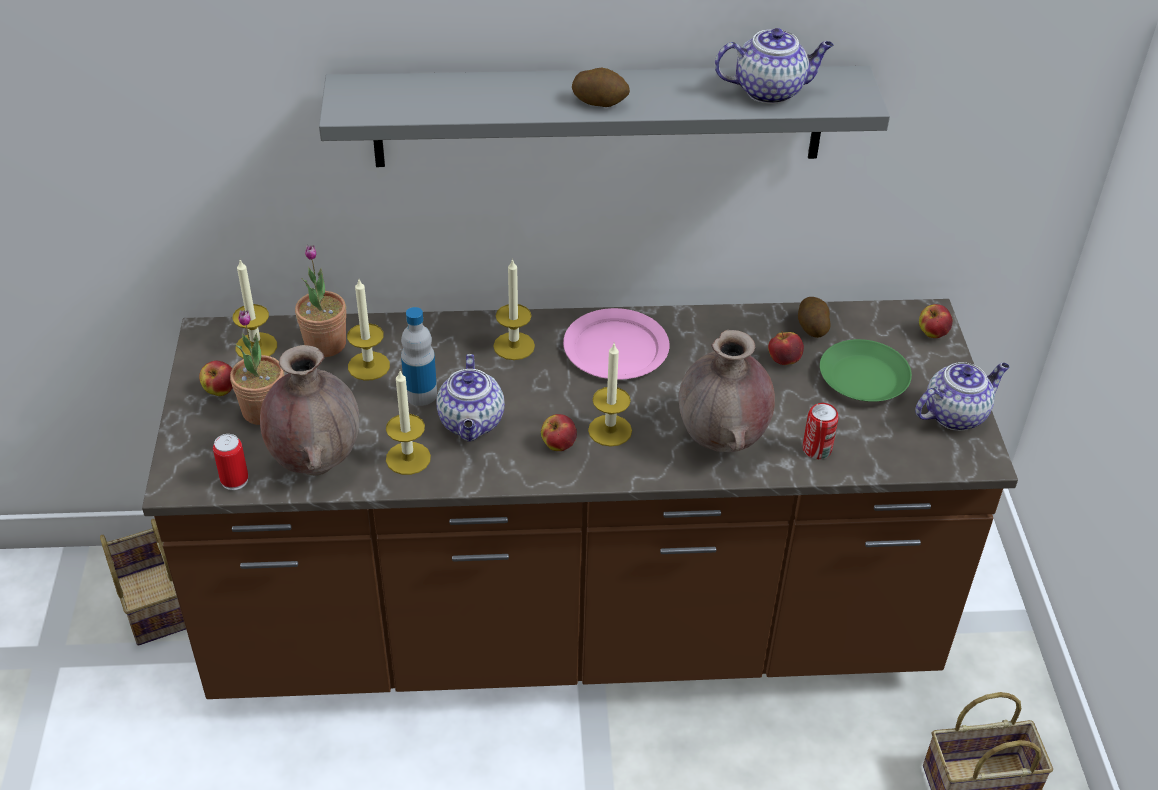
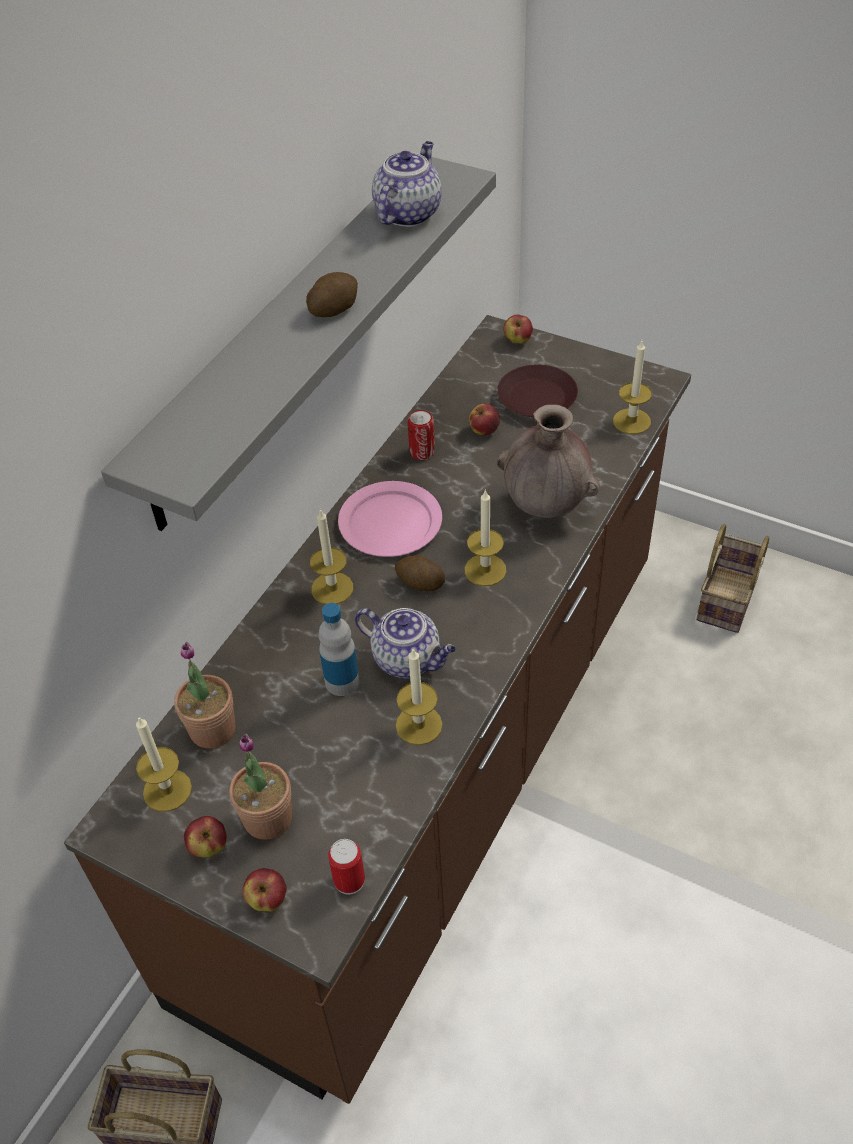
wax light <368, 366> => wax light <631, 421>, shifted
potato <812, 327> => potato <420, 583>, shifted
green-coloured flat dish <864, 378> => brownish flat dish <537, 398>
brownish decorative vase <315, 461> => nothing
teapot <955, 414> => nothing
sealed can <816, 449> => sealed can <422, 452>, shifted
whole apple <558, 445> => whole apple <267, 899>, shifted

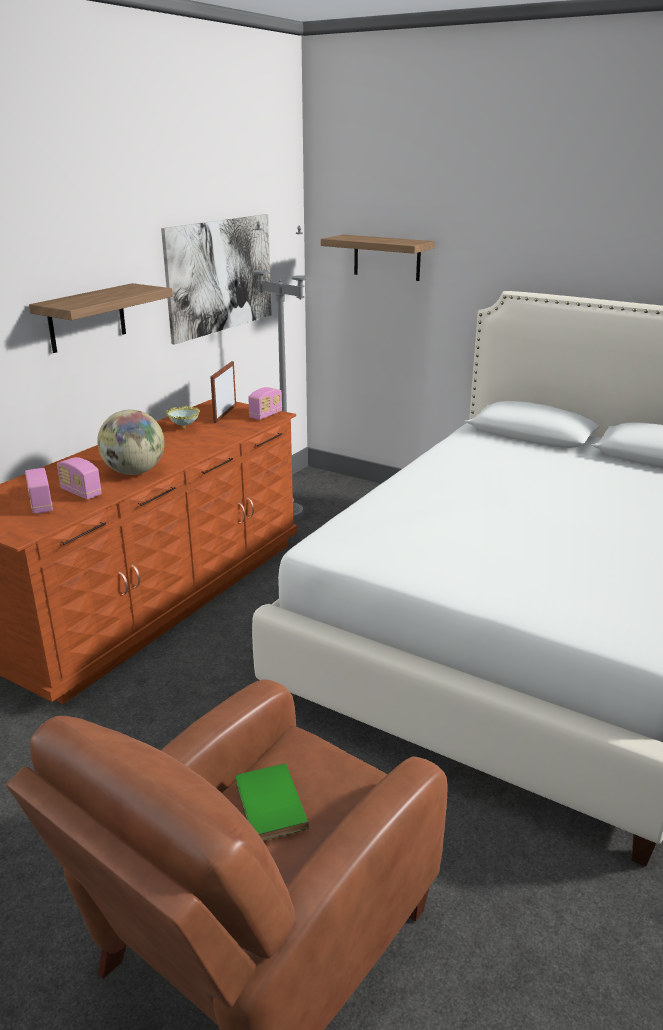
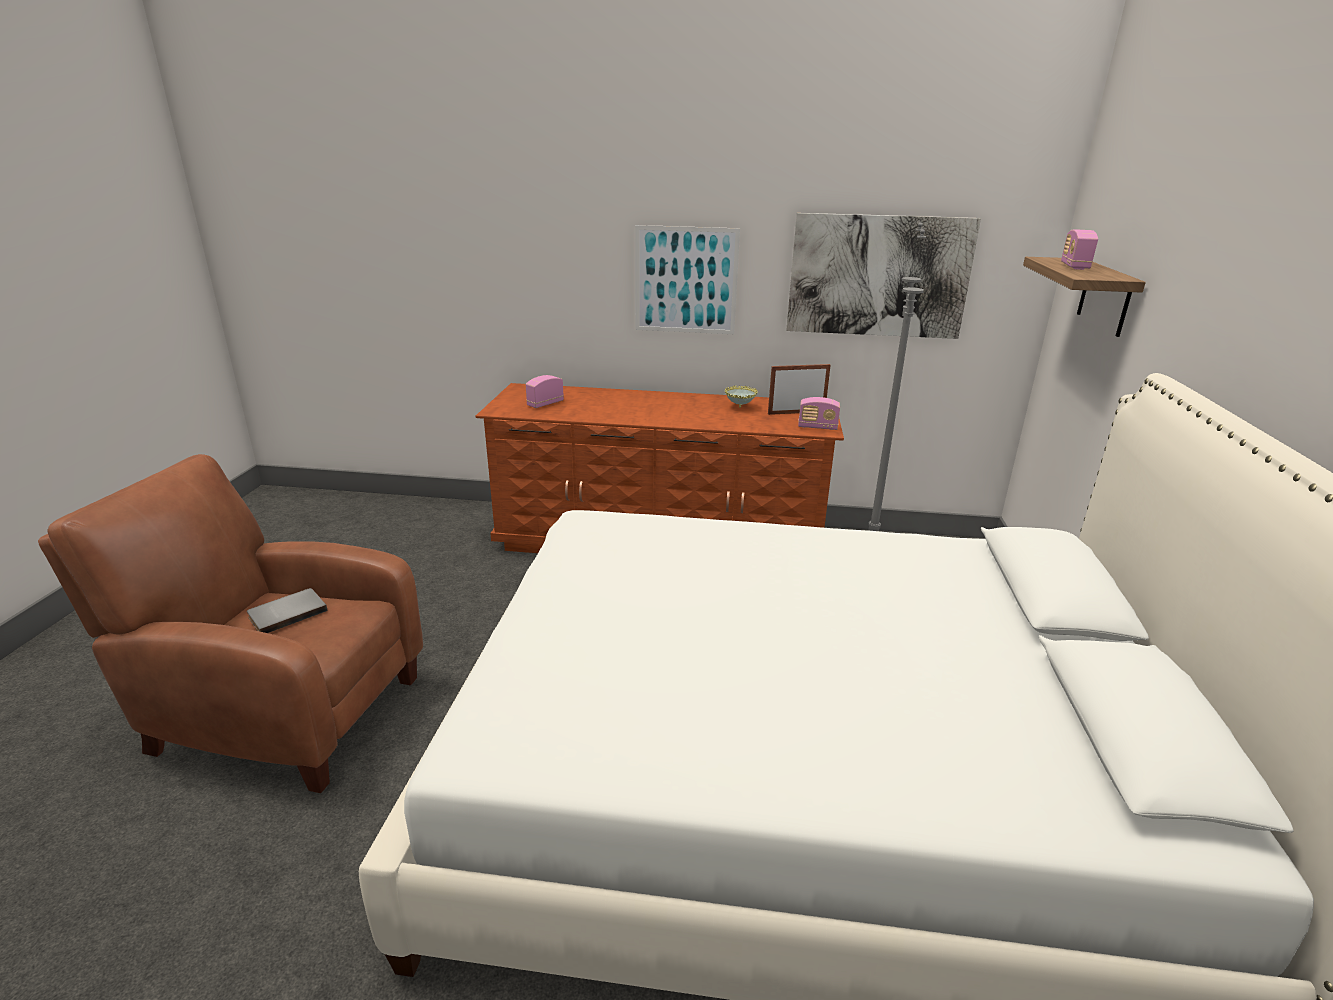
bracket shelf <87, 318> => picture <685, 280>
desk globe <134, 472> => nothing
radio set <81, 493> => radio set <1074, 266>, shifted
green-coloured volume <267, 805> => grey volume <287, 612>

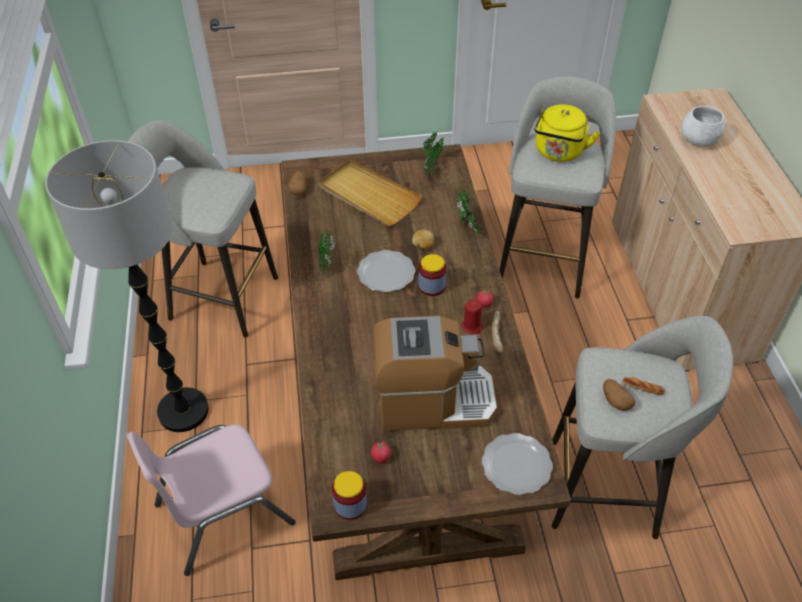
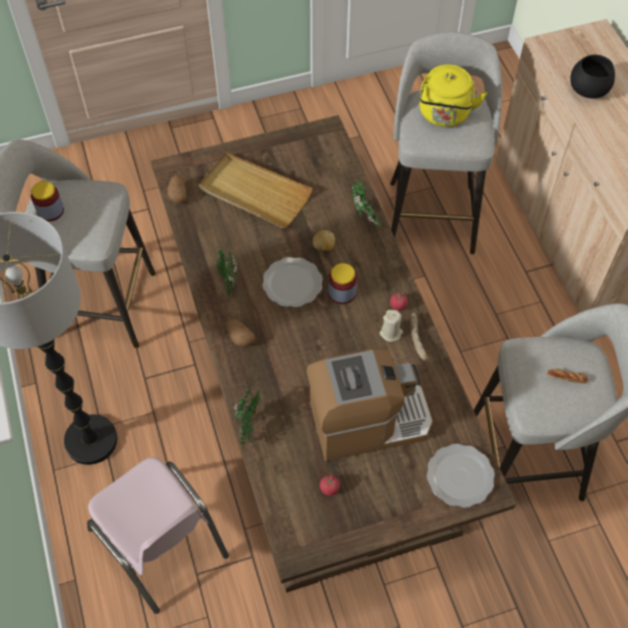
white bowl <698, 140> => black-coloured bowl <588, 90>
houseplant <430, 169> => houseplant <247, 427>, shifted
red wax light <472, 326> => sand-coloured wax light <391, 333>
potato <615, 401> => potato <239, 337>, shifted
pink upright chair <223, 512> => pink upright chair <159, 542>, 90 degrees counterclockwise
storage jar <350, 504> => storage jar <50, 211>, shifted

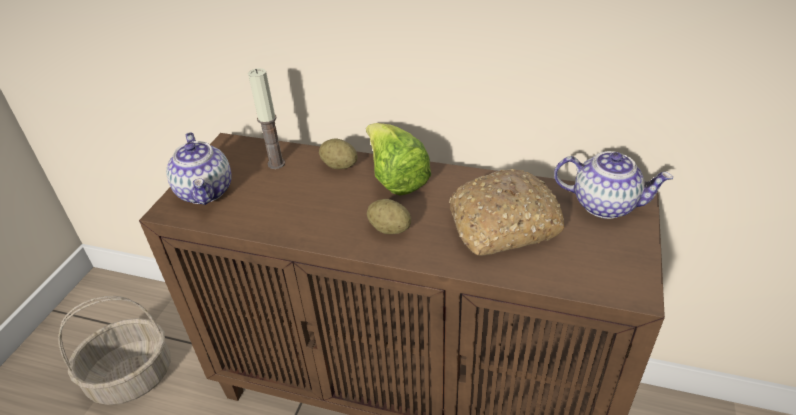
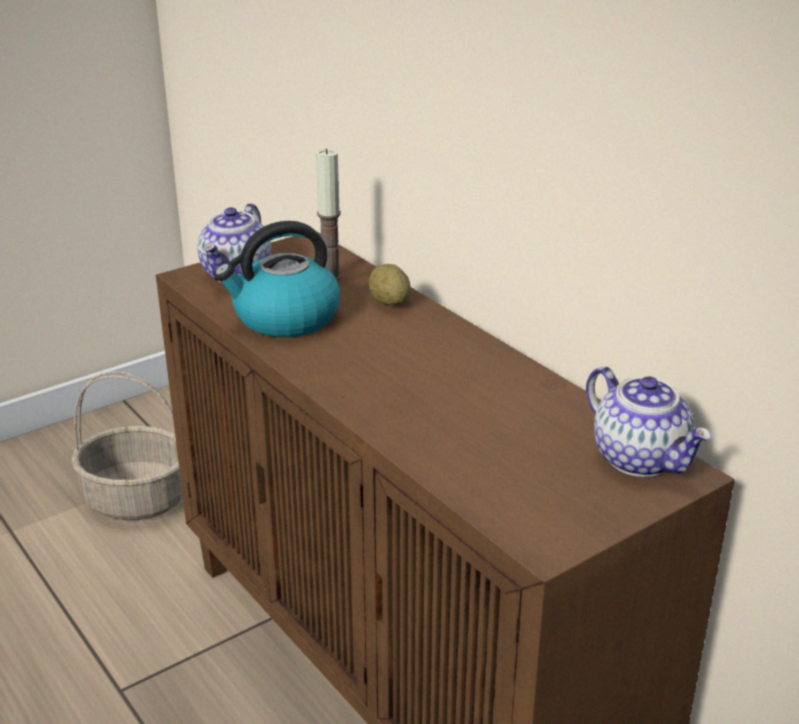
lettuce <395, 178> => nothing
bakery bread <502, 225> => nothing
potato <389, 229> => nothing
nothing => water kettle <285, 318>

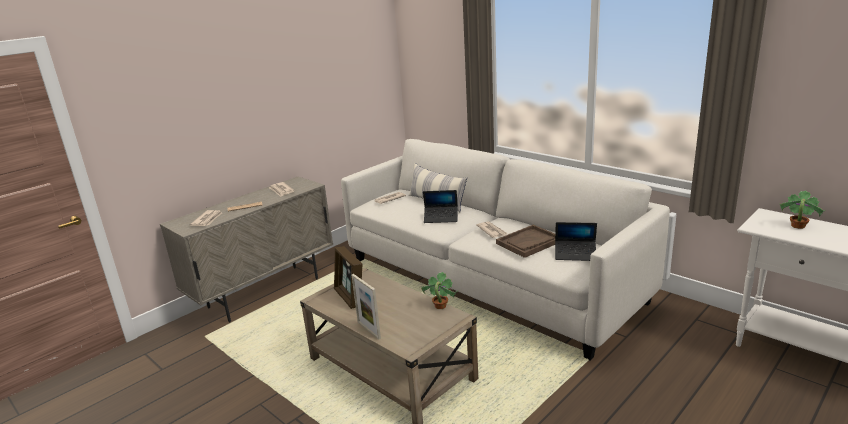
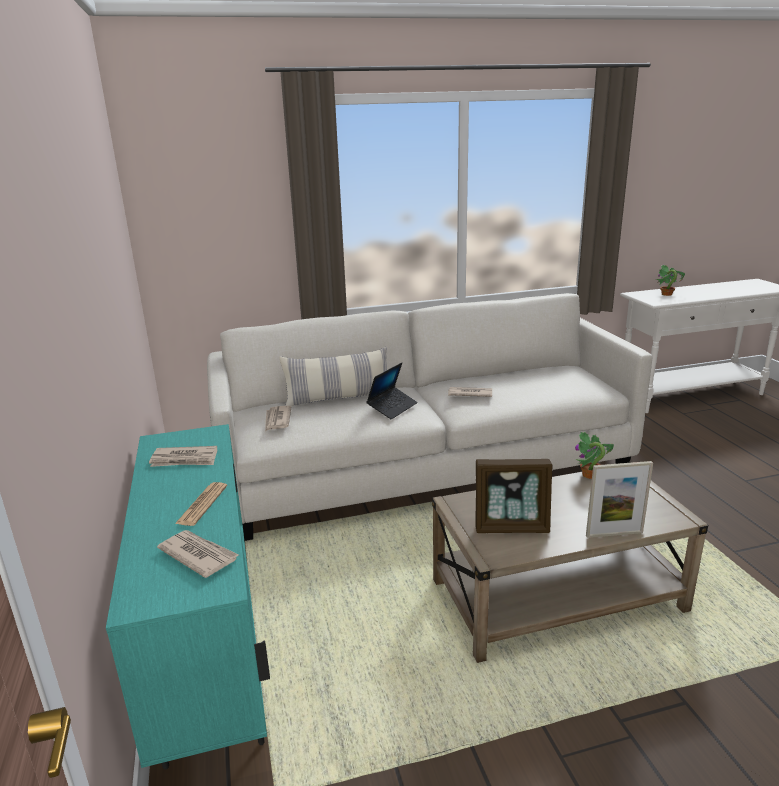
sand-coloured cupboard <265, 292> => turquoise-coloured cupboard <212, 667>
portable computer <575, 254> => nothing
brownish tray <529, 242> => nothing

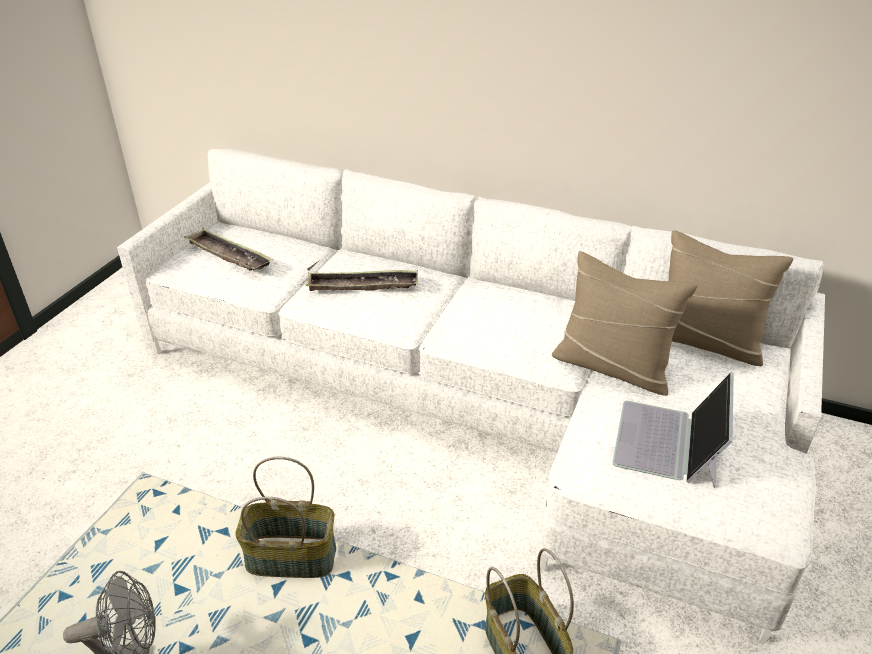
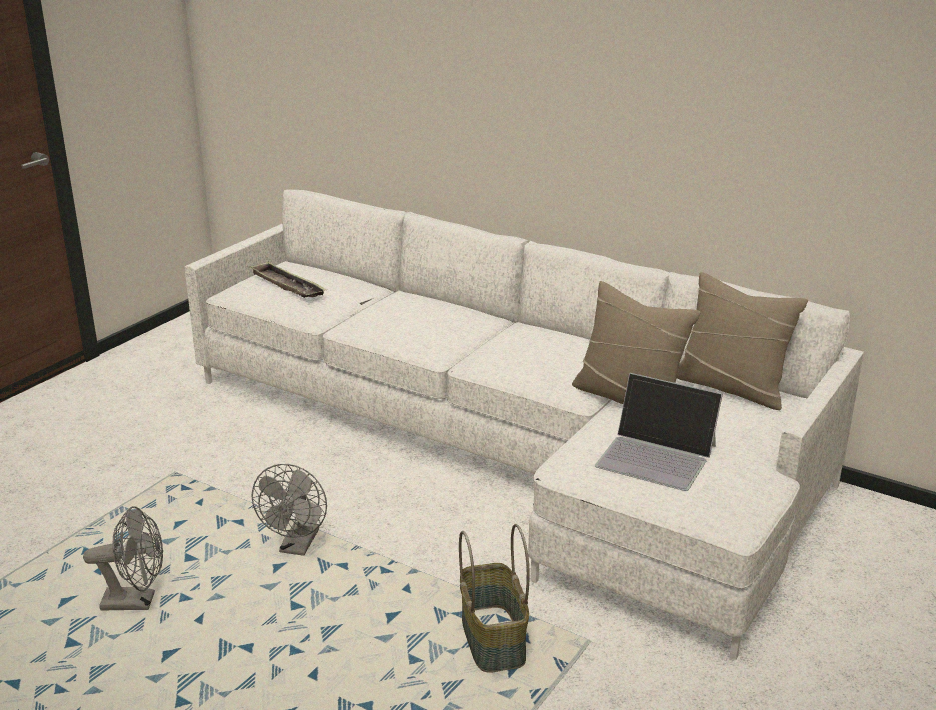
tray <362, 286> => nothing
portable computer <669, 443> => portable computer <657, 455>, 90 degrees counterclockwise
storage basket <292, 556> => grey electric fan <297, 546>

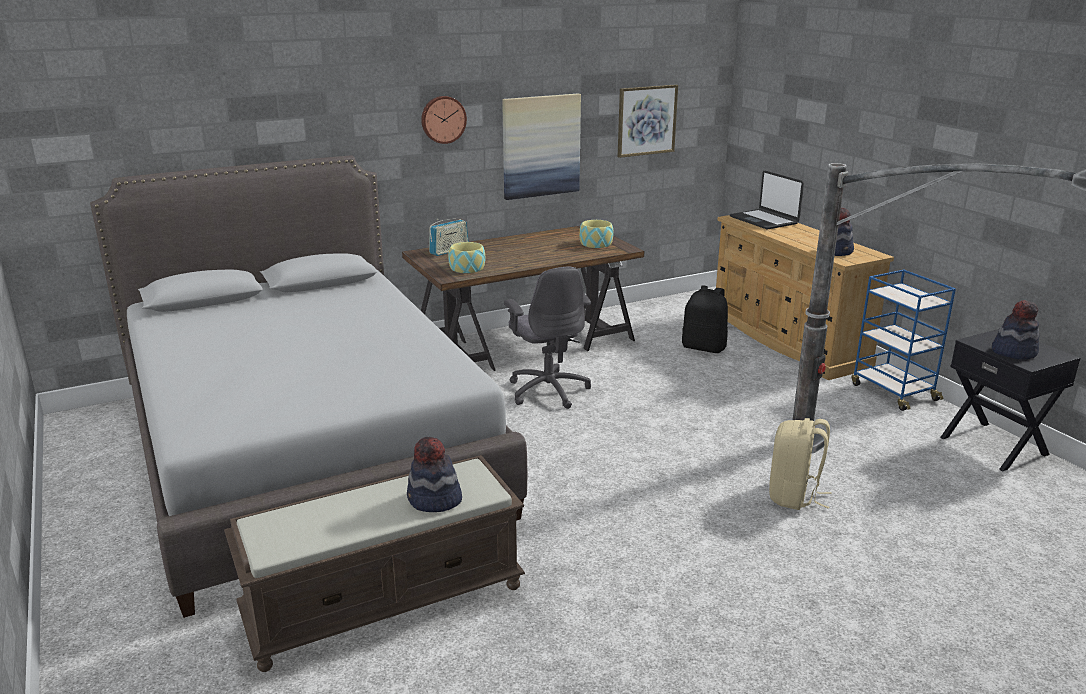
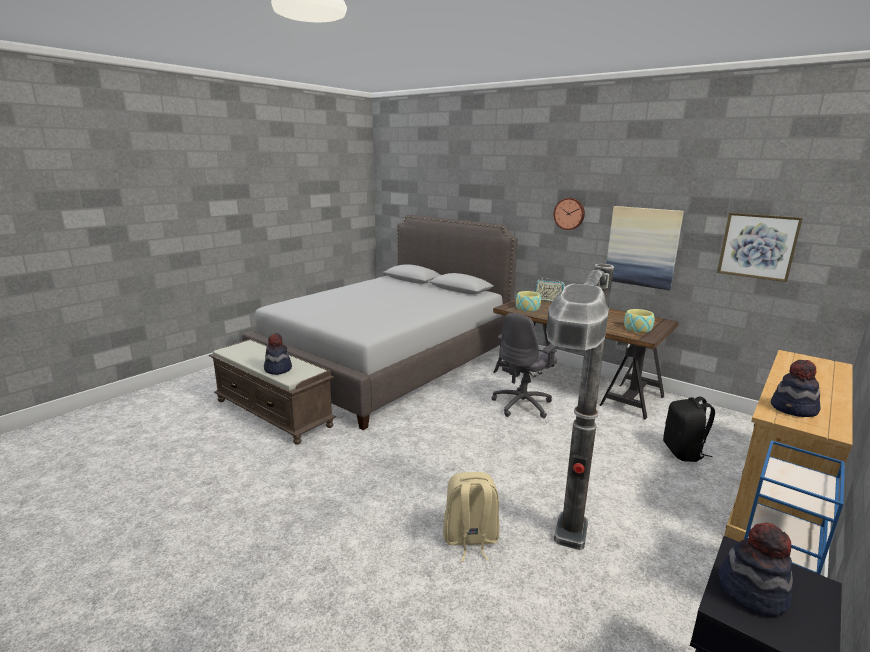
portable computer <764, 220> => nothing

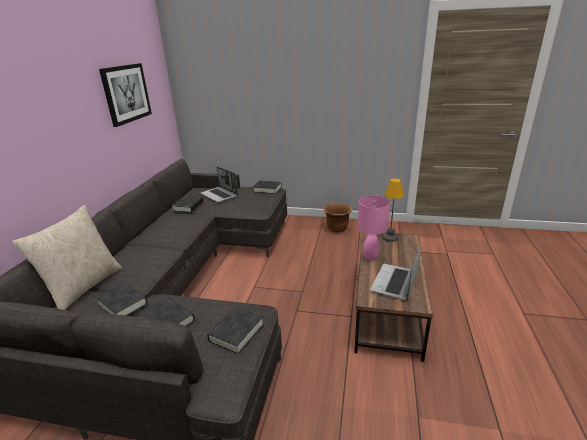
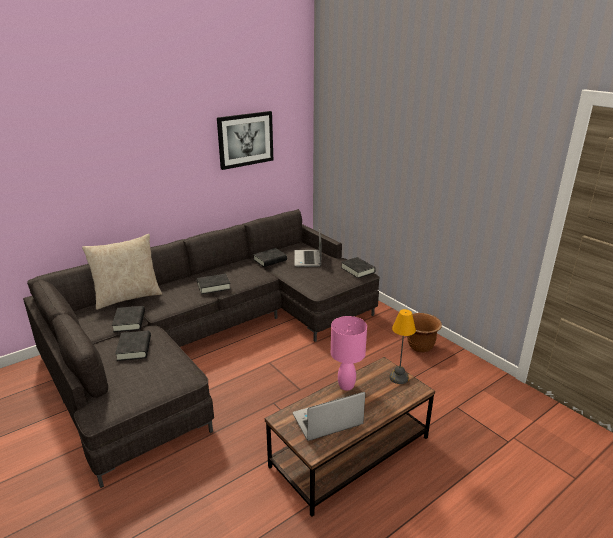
black-coloured volume <236, 332> => black-coloured volume <213, 286>, shifted

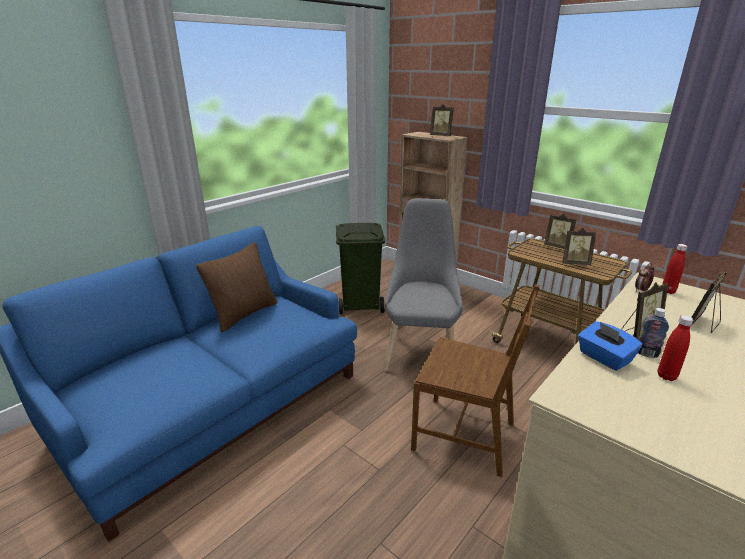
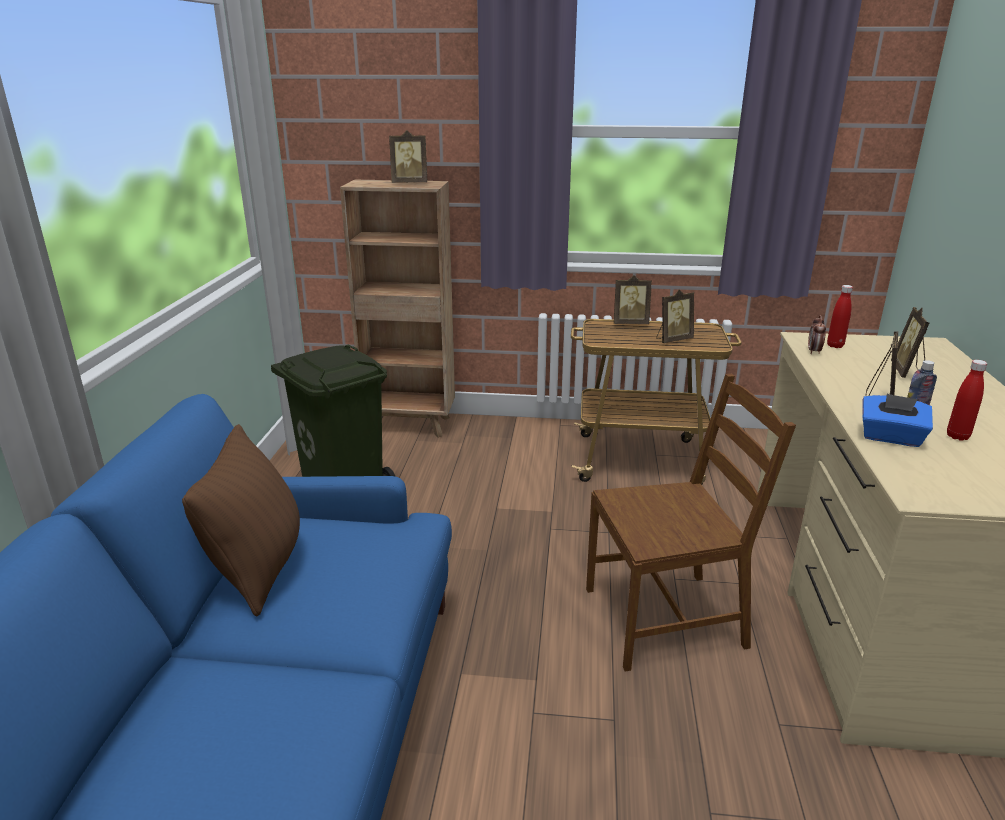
grey upright chair <420, 350> => nothing

